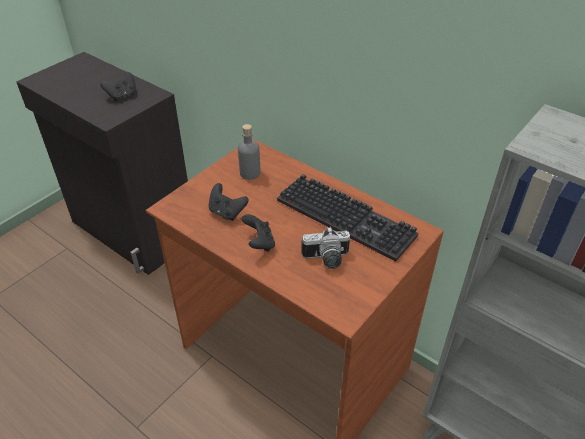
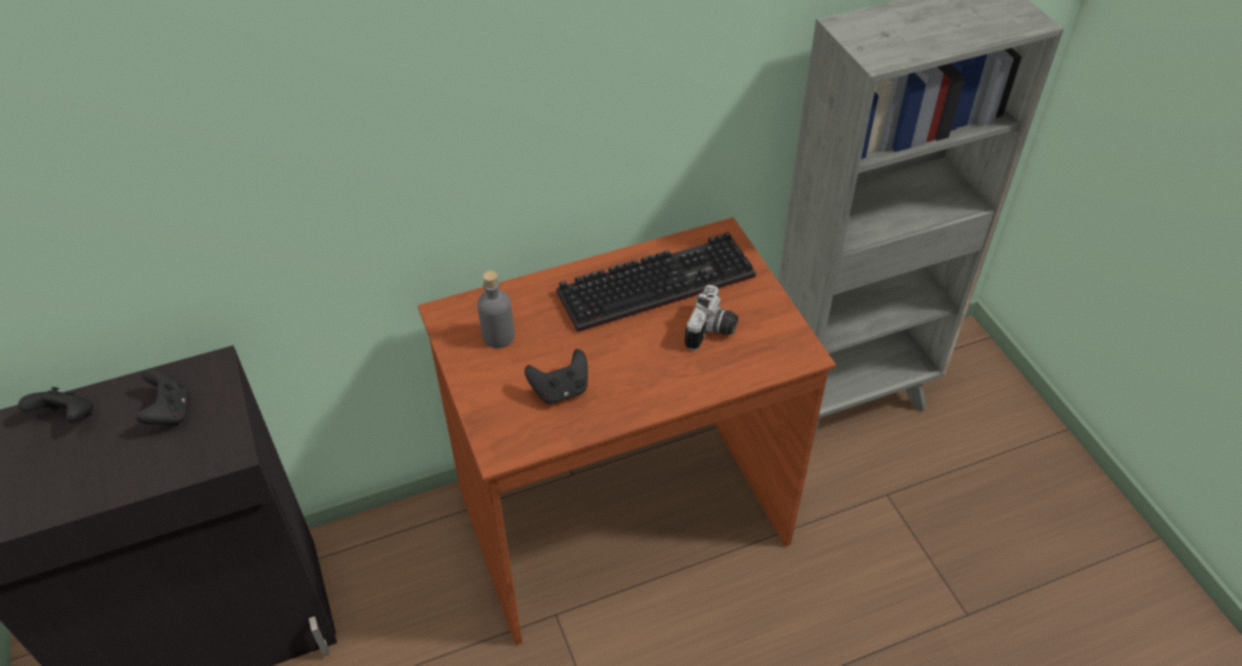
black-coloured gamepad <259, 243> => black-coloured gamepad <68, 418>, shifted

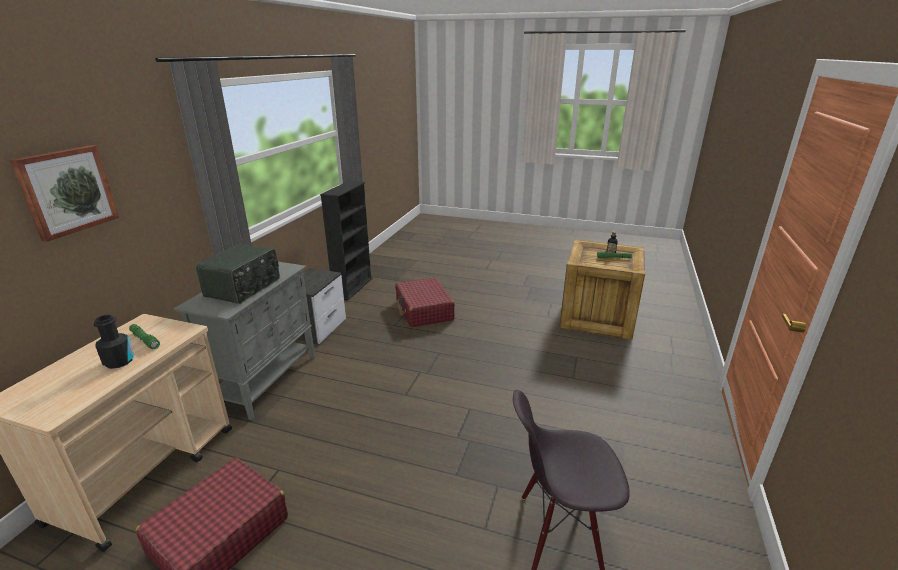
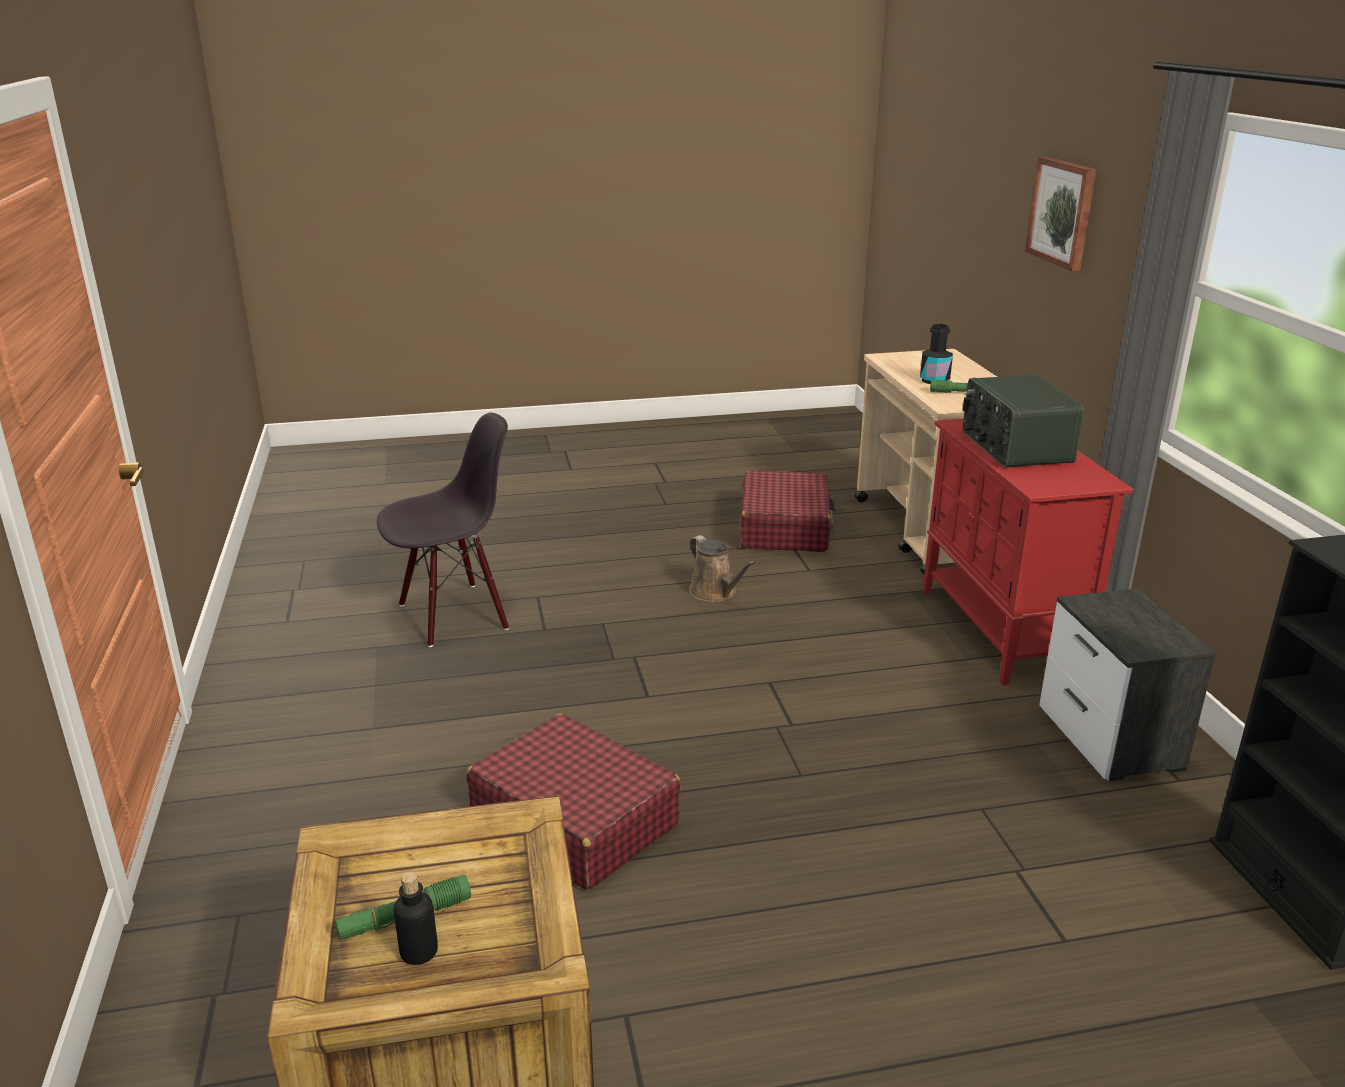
grey cupboard <265, 380> => red cupboard <1001, 631>
red travel case <424, 310> => red travel case <574, 820>, shifted
nothing => brownish watering pot <715, 593>

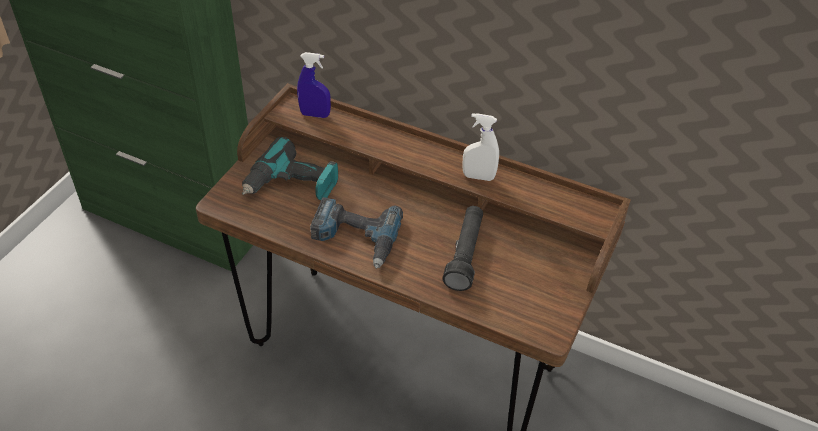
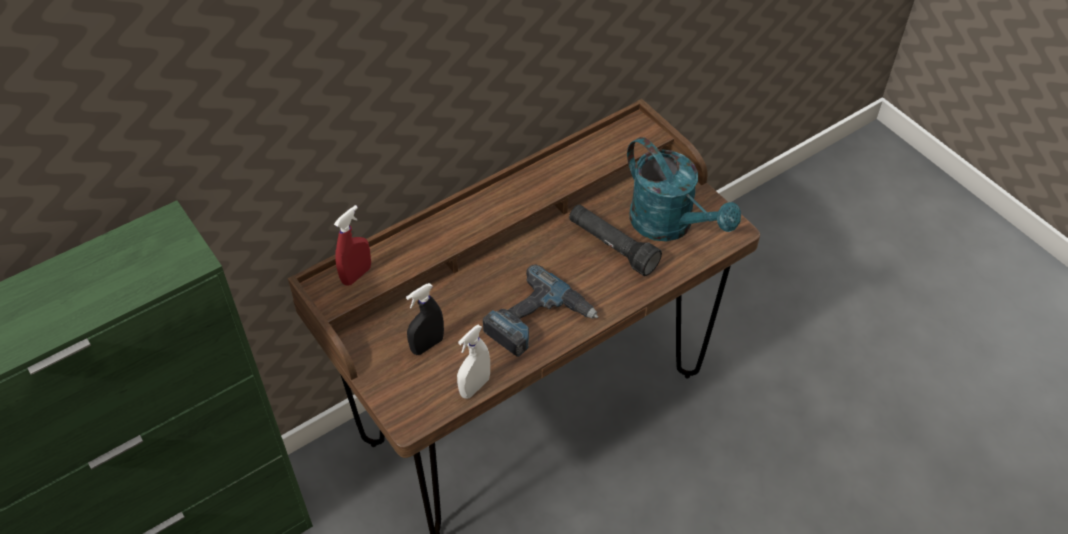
bluish sprayer <315, 114> => red sprayer <356, 275>
white sprayer <478, 177> => white sprayer <474, 387>, shifted
drill <292, 185> => black-coloured sprayer <427, 345>
nothing => turquoise-coloured watering pot <670, 225>

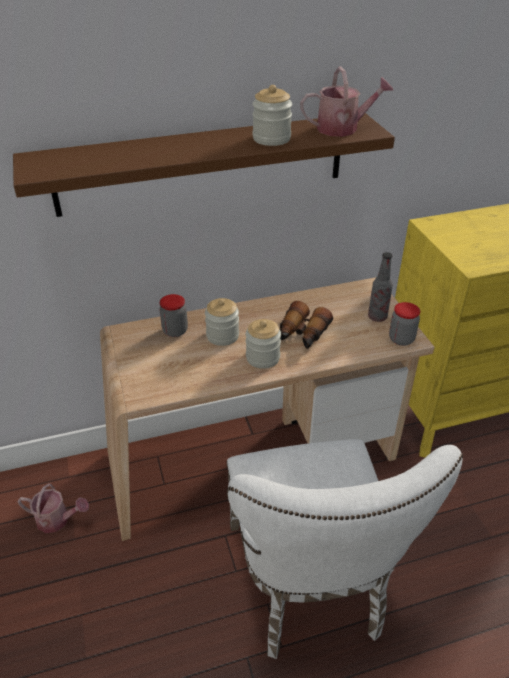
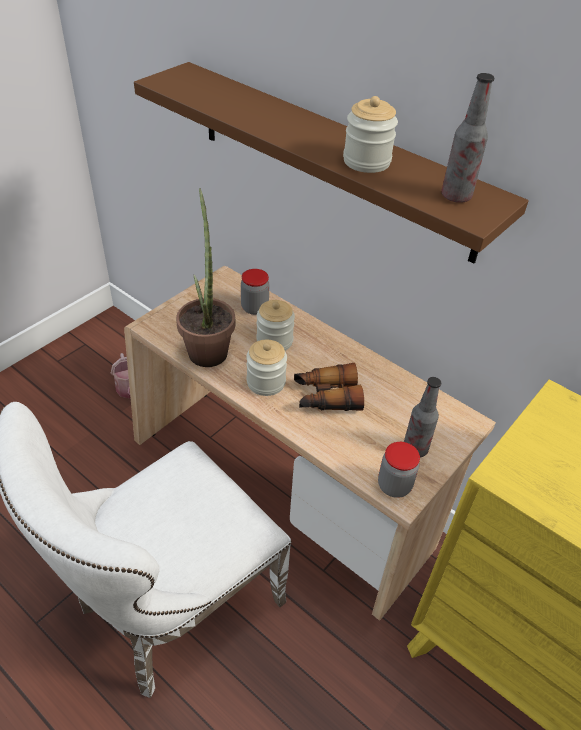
watering pot <343, 128> => bottle <456, 196>
nothing => houseplant <208, 347>

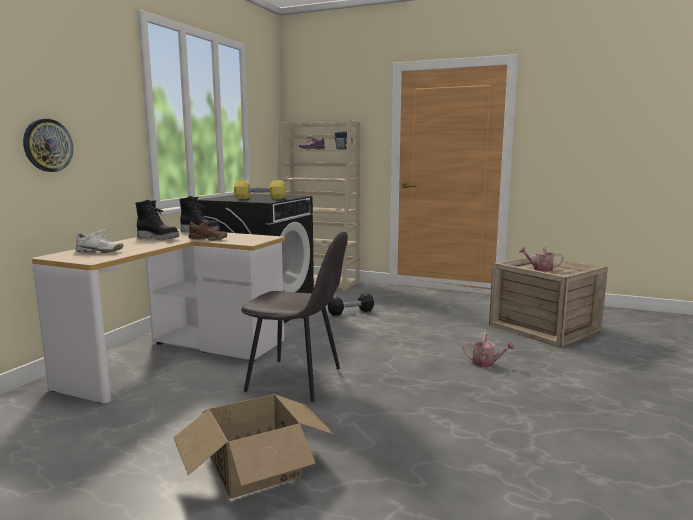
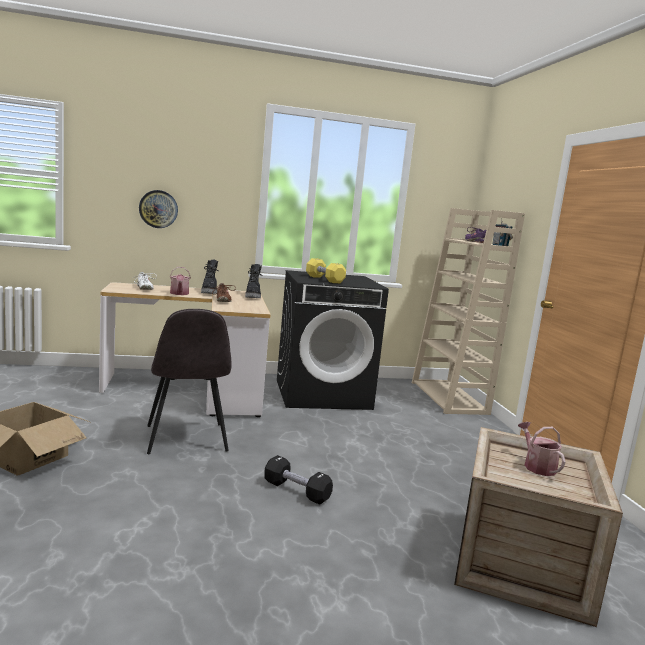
black-coloured free weight <350, 312> => black-coloured free weight <296, 491>, shifted
watering pot <487, 363> => watering pot <179, 294>, shifted

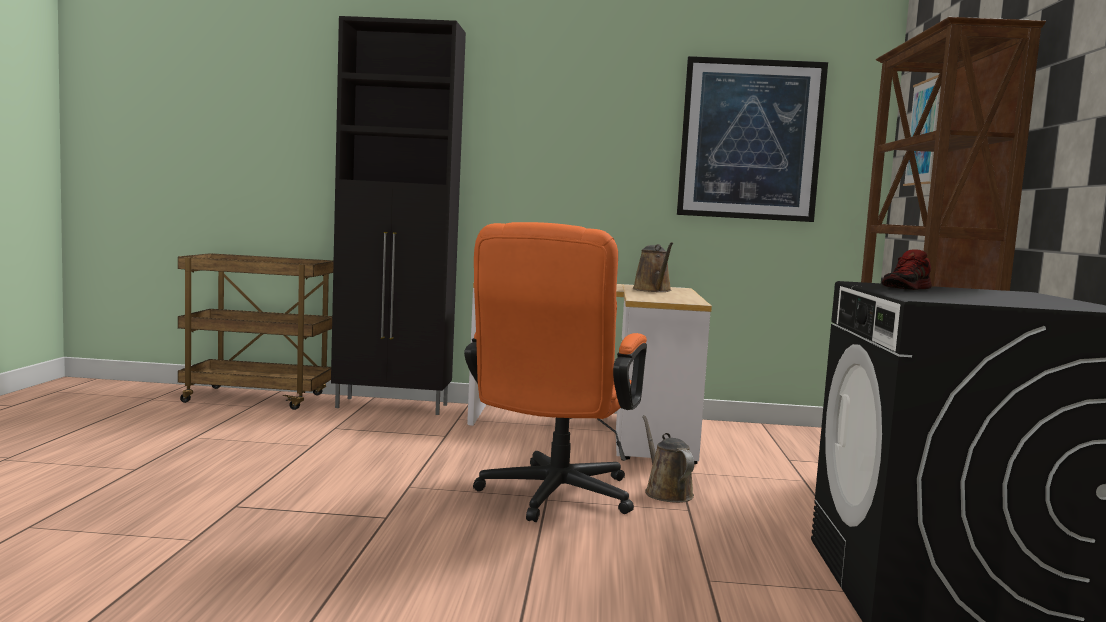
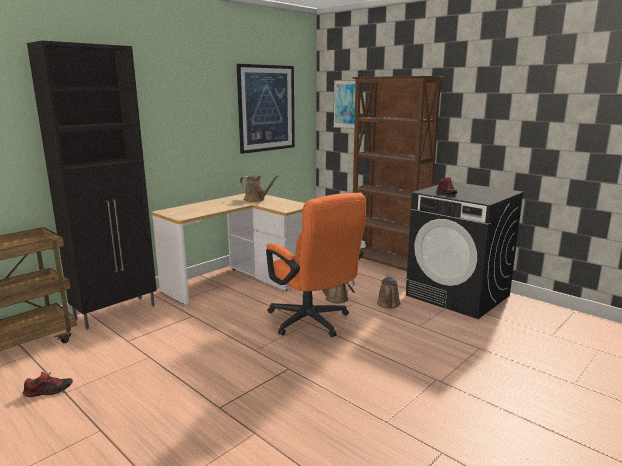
nothing => brownish watering pot <388, 304>
nothing => low shoe <48, 391>

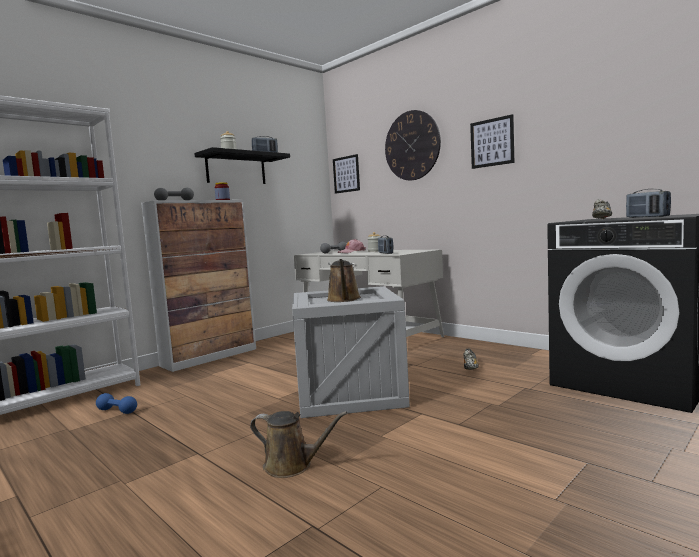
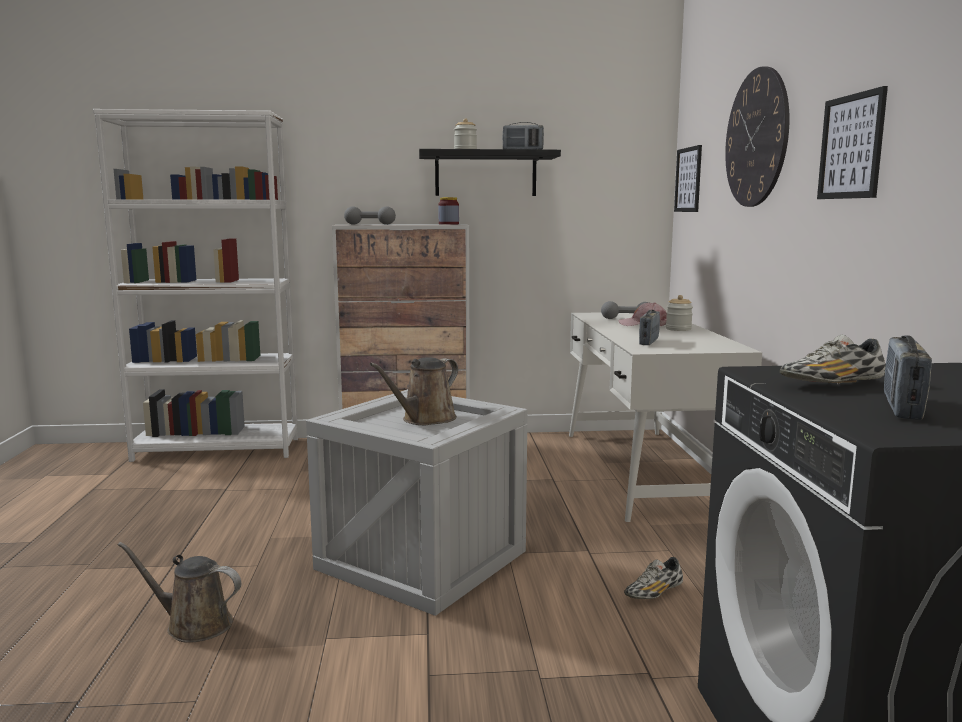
bluish free weight <117, 411> => nothing
brownish watering pot <292, 465> => brownish watering pot <193, 625>, 135 degrees clockwise

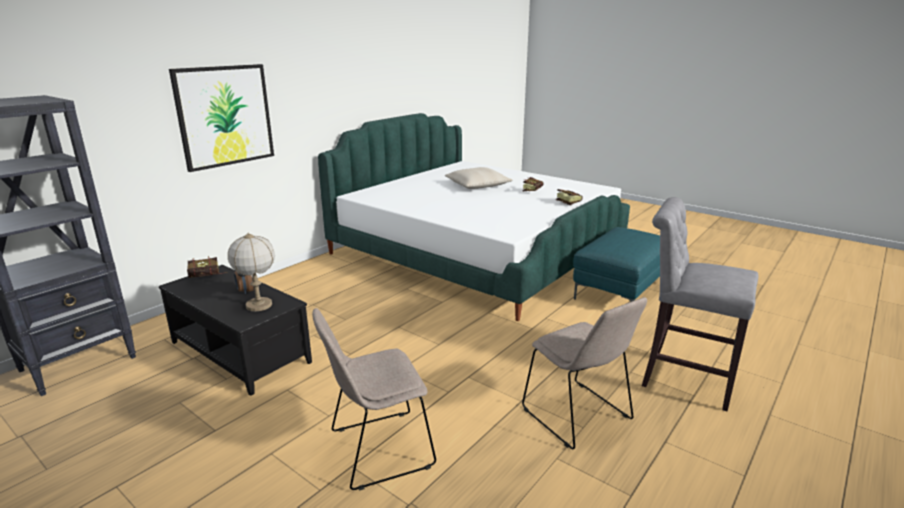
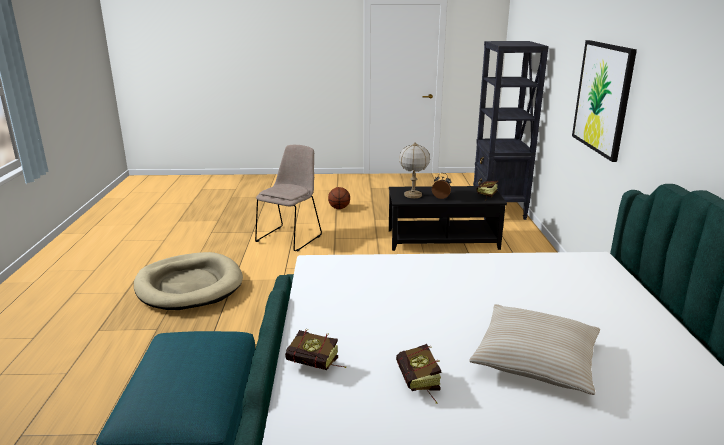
grey stool seat <682, 378> => nothing
sand-coloured upright chair <578, 416> => sand-coloured pet bed <189, 285>
nothing => basketball <339, 208>

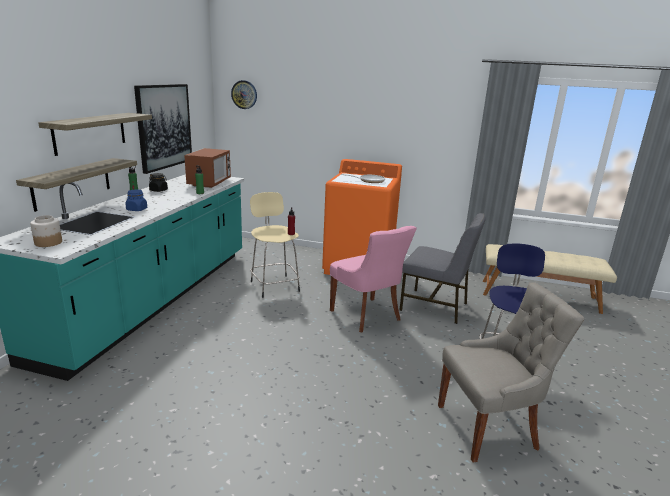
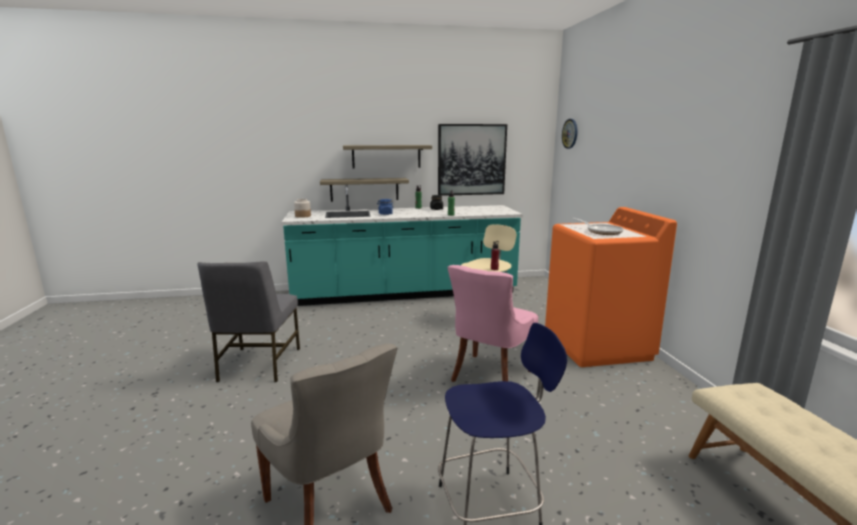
microwave <209, 183> => nothing
grey upright chair <435, 307> => grey upright chair <258, 365>, shifted

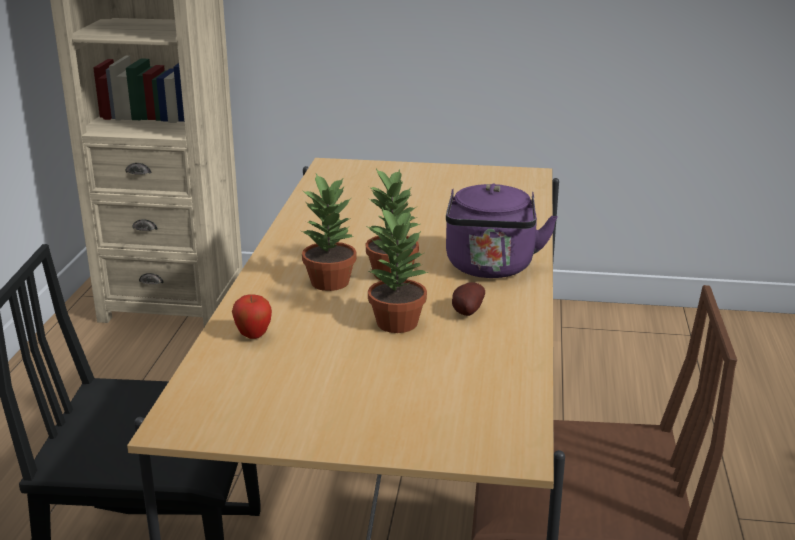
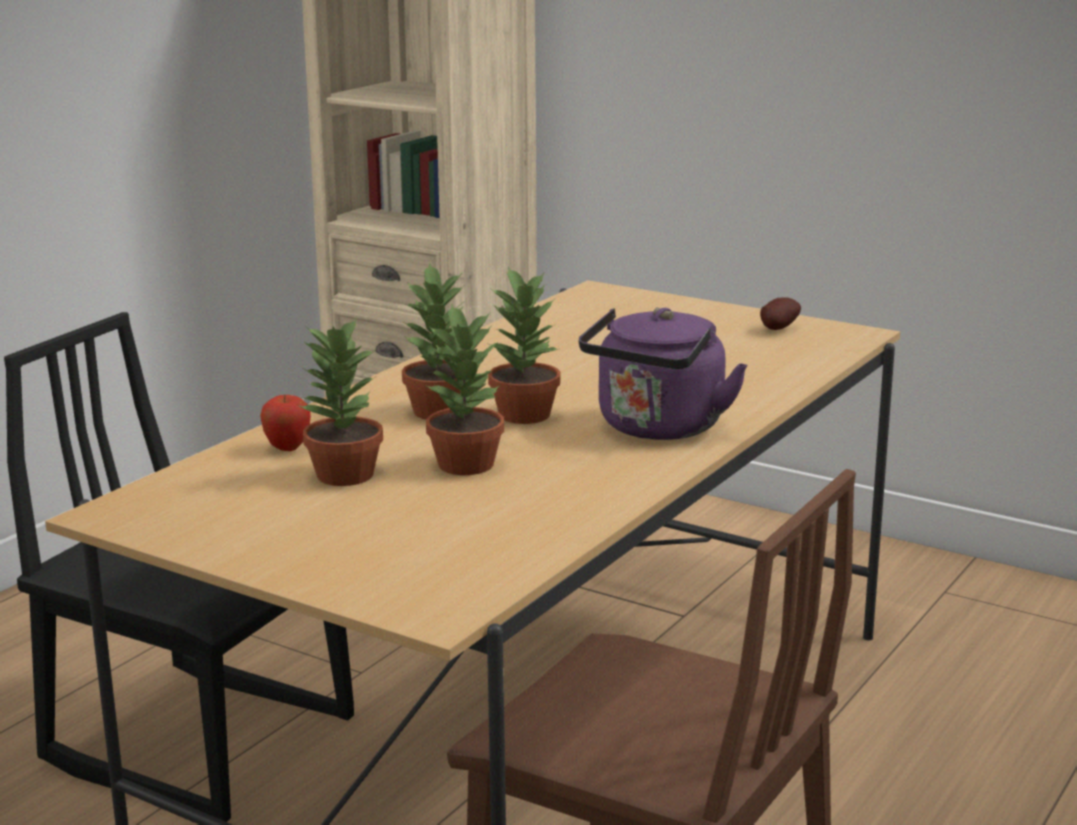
potato <466, 312> => potato <777, 329>, shifted
nothing => houseplant <343, 475>

